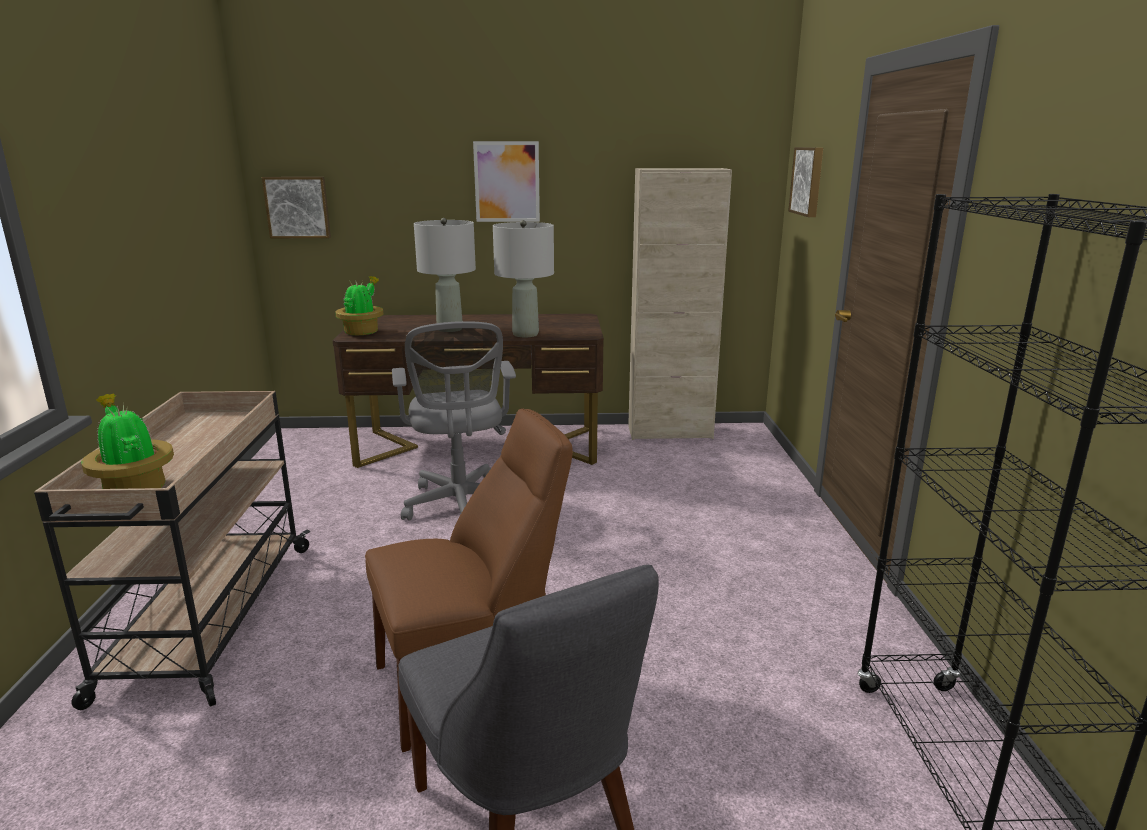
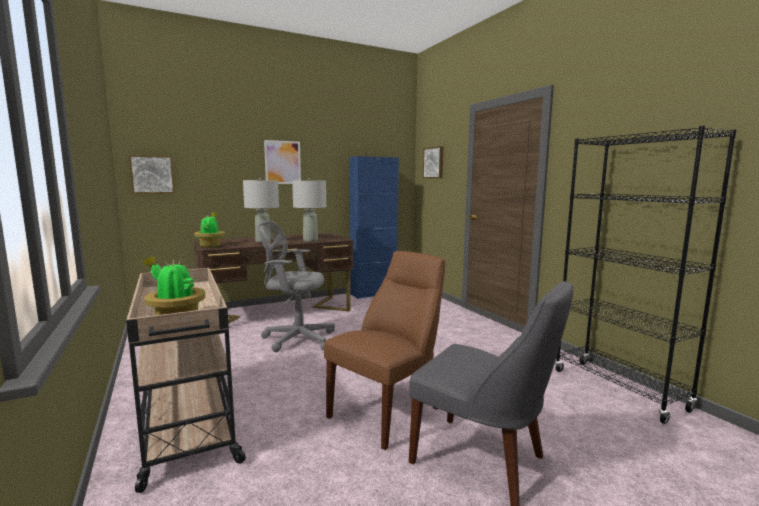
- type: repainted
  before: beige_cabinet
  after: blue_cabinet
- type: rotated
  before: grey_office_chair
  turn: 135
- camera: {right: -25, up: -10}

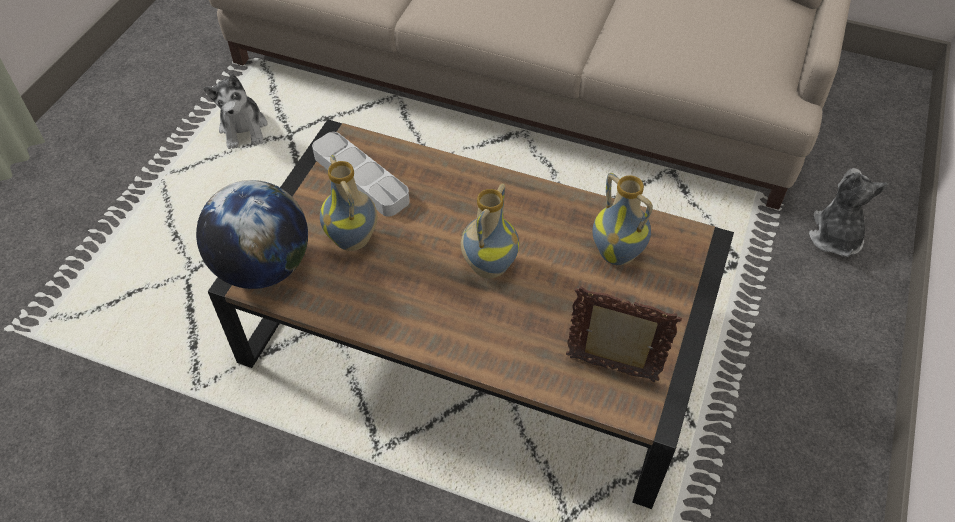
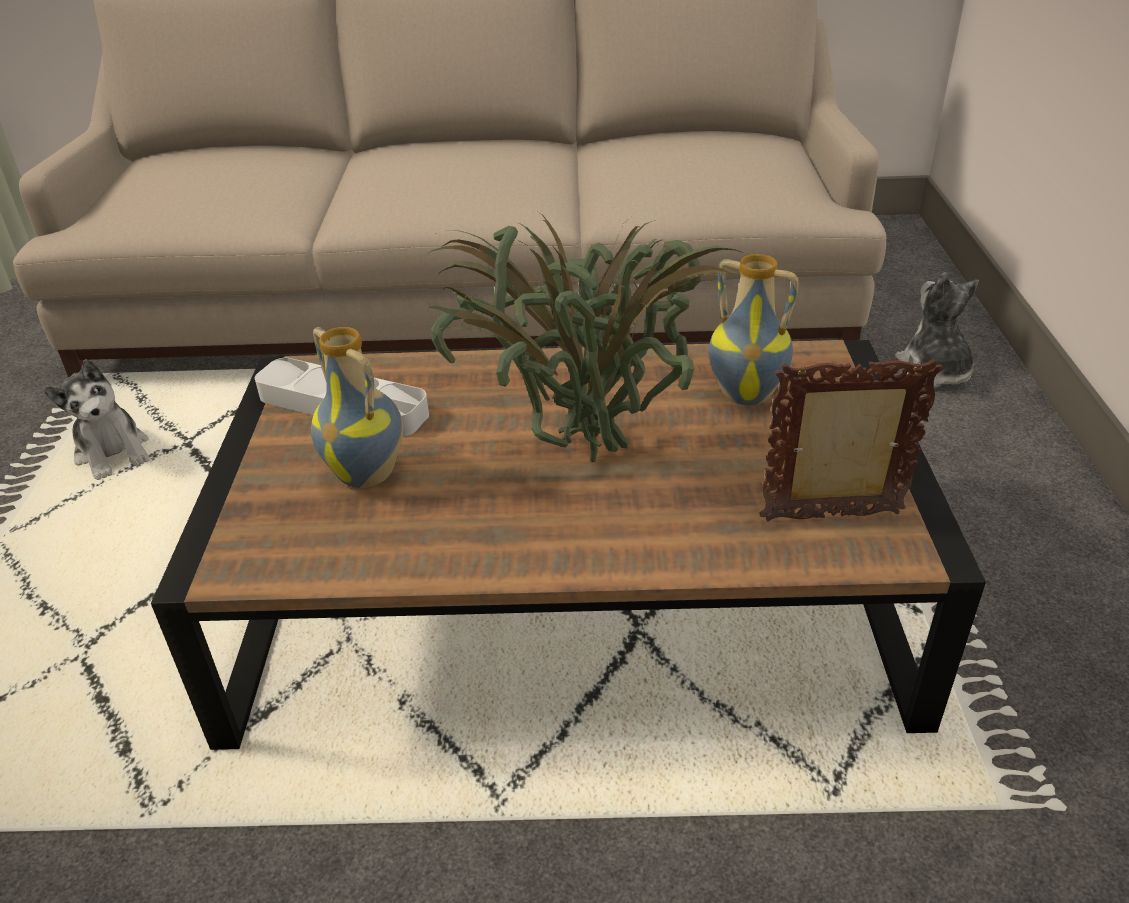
- type: gone
  before: globe
- type: swapped
  before: vase (no. 2 from left)
  after: potted_plant
- camera: {right: -20, up: -15}

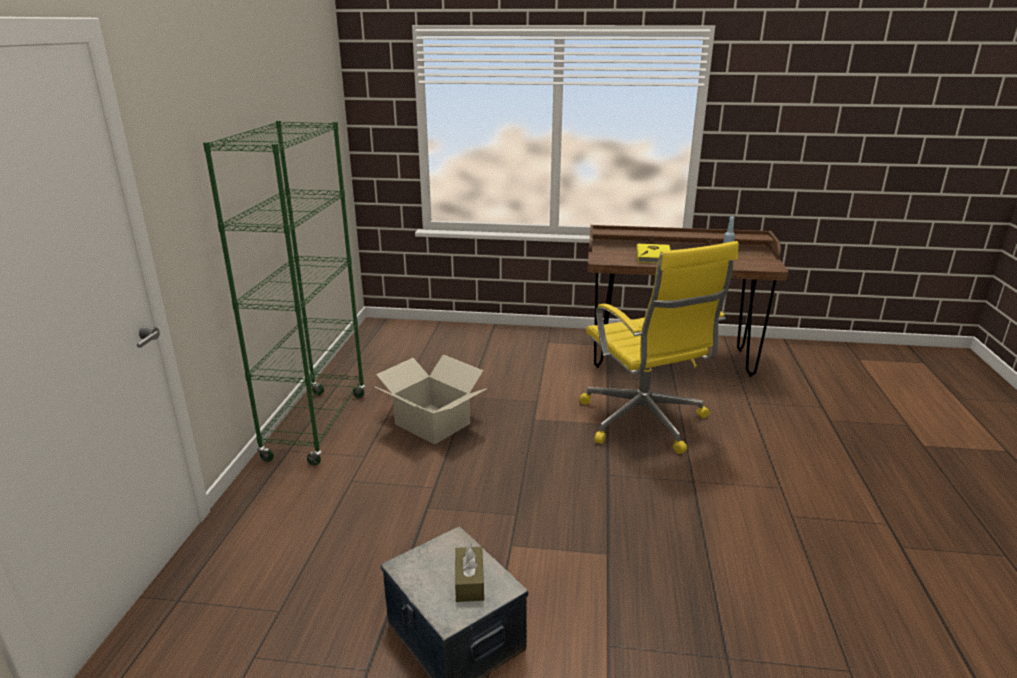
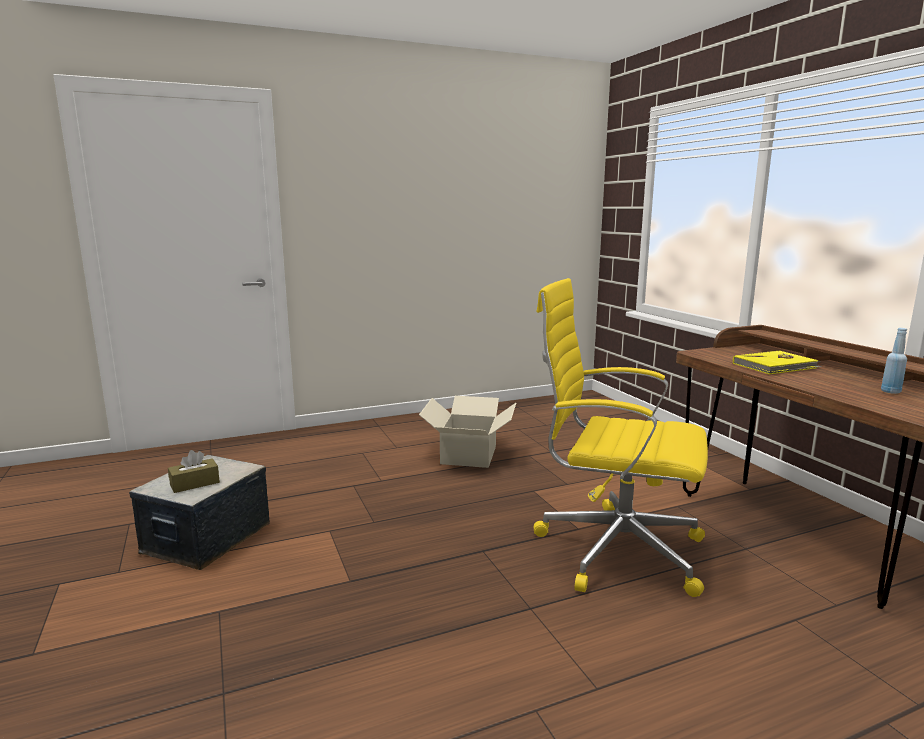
- type: gone
  before: green_bookcase
- type: rotated
  before: yellow_office_chair
  turn: 75
- camera: {right: 60, up: -10}

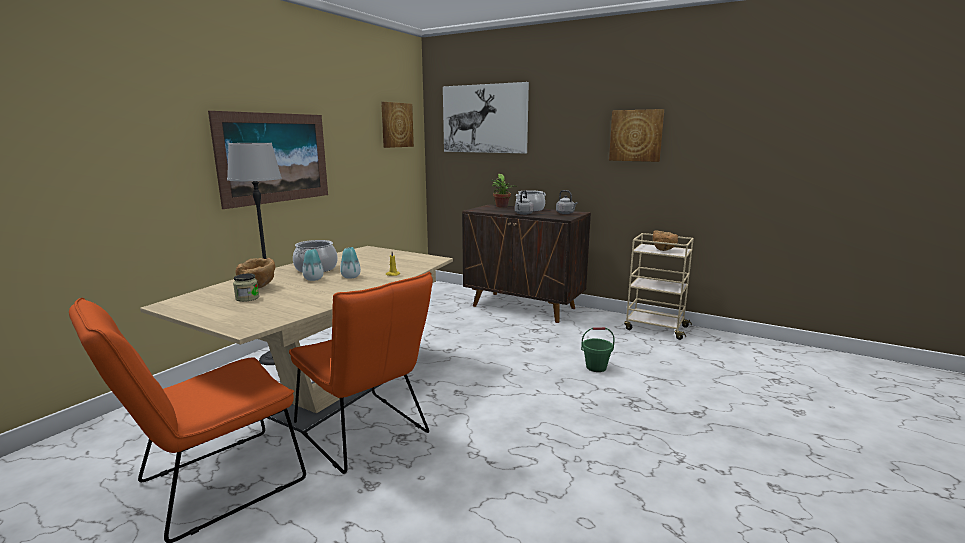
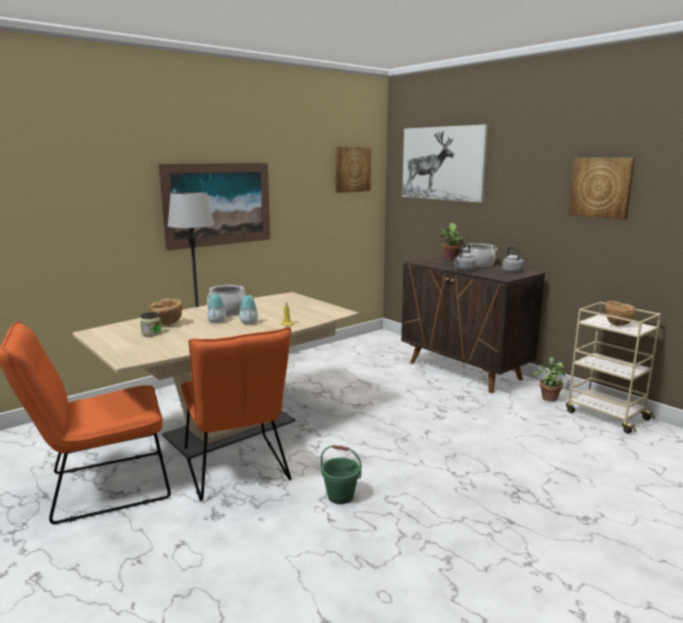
- type: shifted
  before: green_bucket
- type: new
  after: potted_plant (no. 2 from left)
- camera: {right: 20, up: 0}

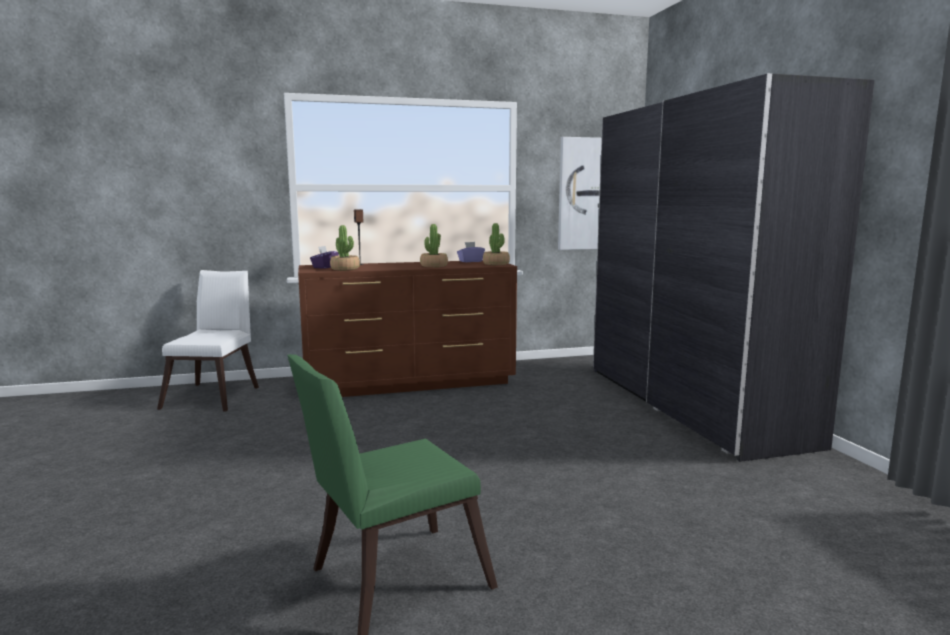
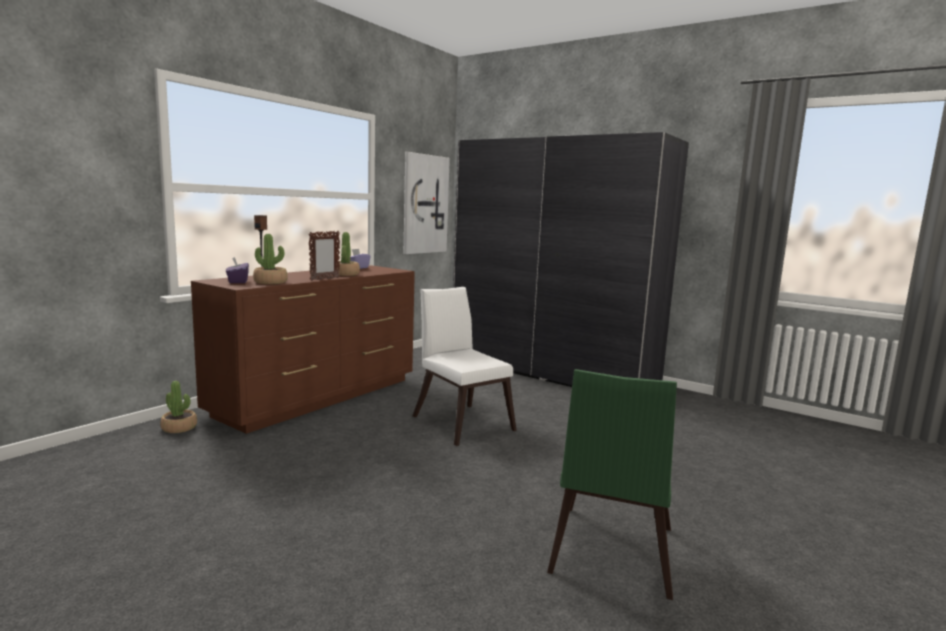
- type: shifted
  before: potted_plant (no. 3 from left in the first image)
  after: potted_plant (no. 1 from left)
- type: shifted
  before: white_chair
- type: new
  after: picture_frame
- camera: {right: -40, up: 0}

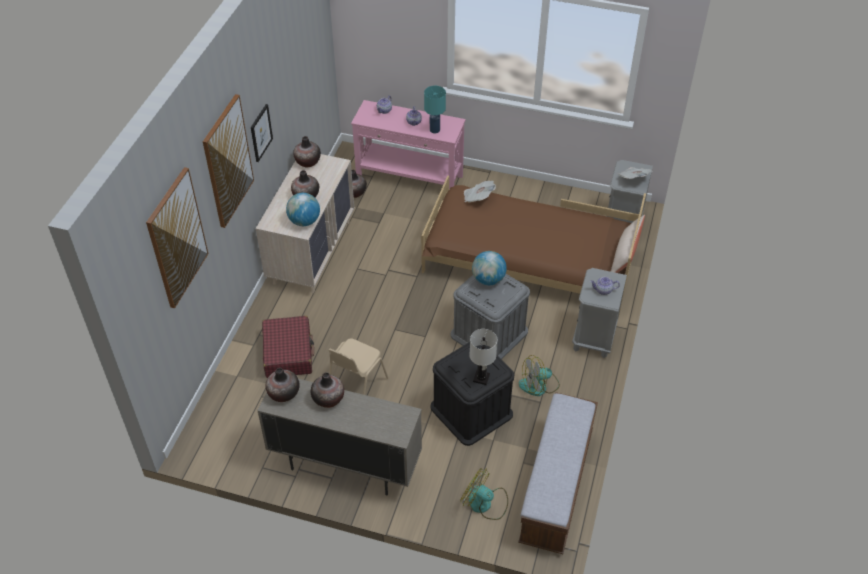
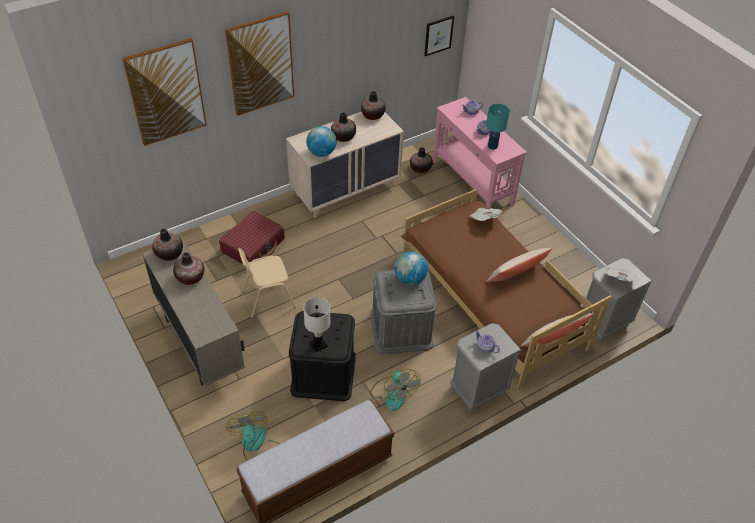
- type: shifted
  before: picture (no. 3 from left)
- type: rotated
  before: fan (no. 2 from left)
  turn: -135
- type: new
  after: beige_pillow (no. 1 from left)
- camera: {right: 40, up: 0}

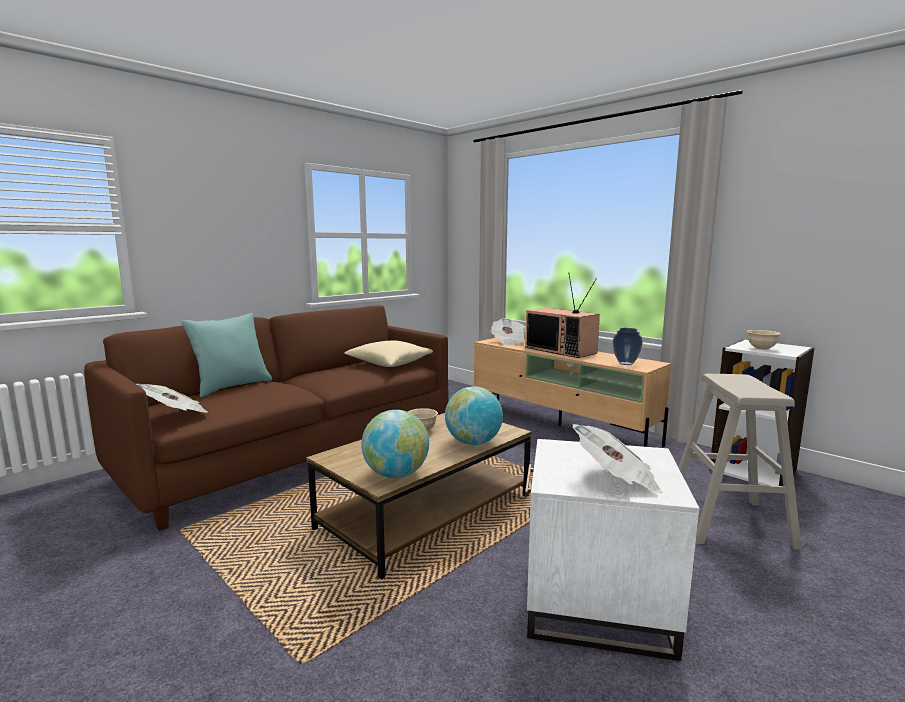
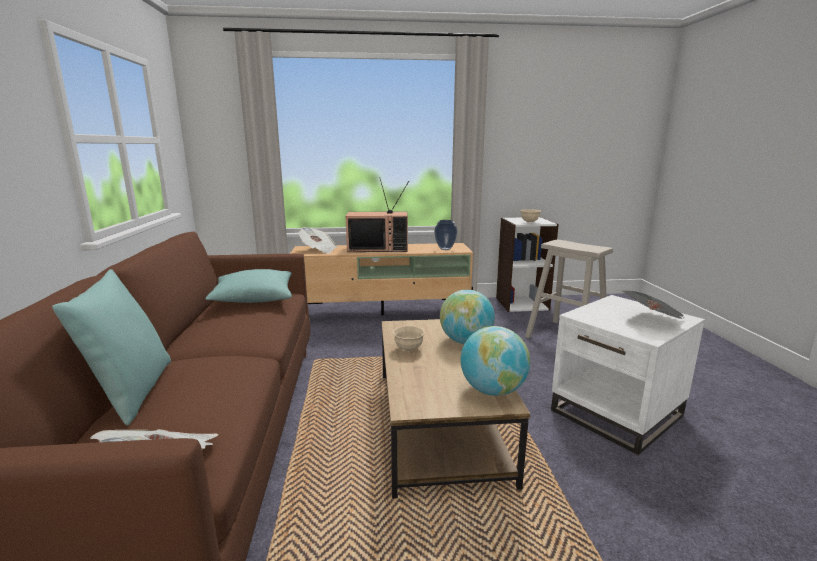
- type: repainted
  before: beige_pillow
  after: turquoise_pillow (no. 2 from left)
- camera: {right: -50, up: 5}

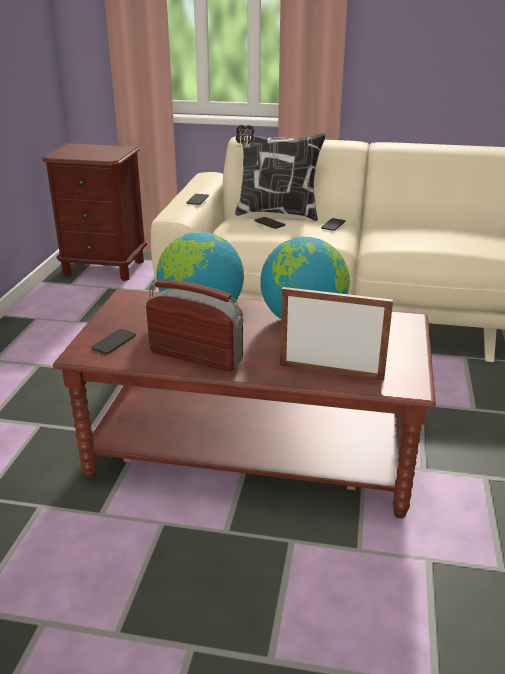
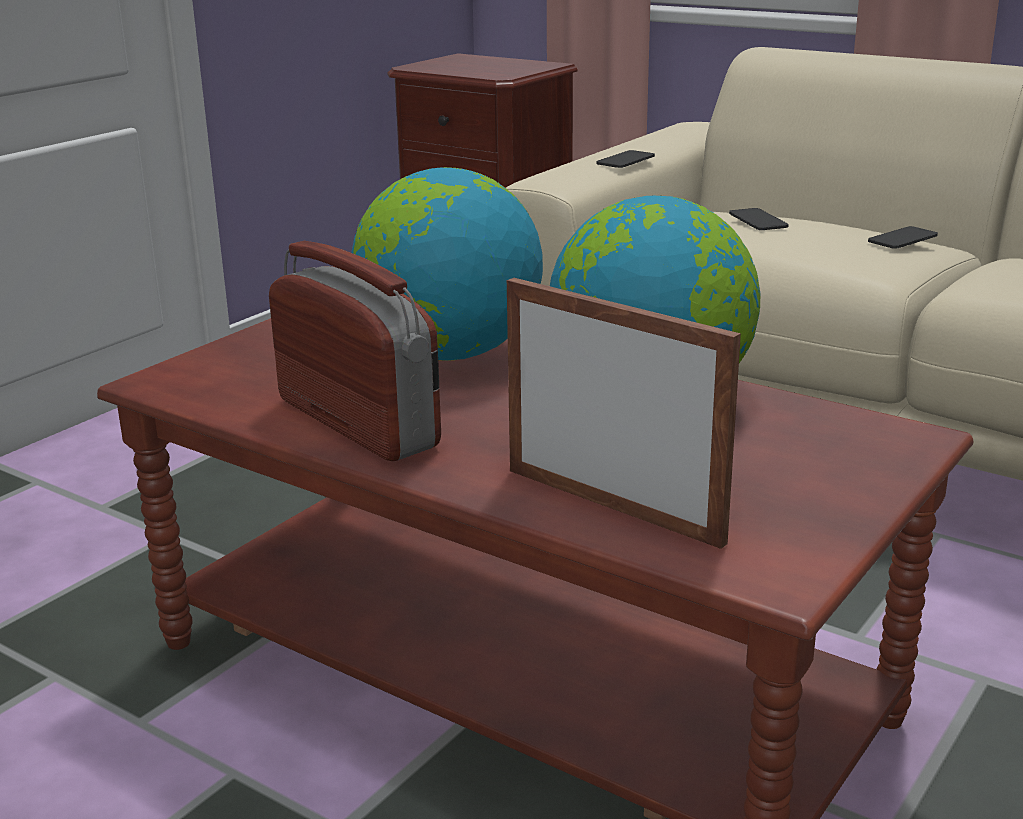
- type: gone
  before: pillow
- type: gone
  before: phone (no. 1 from left)
- camera: {right: 25, up: -5}

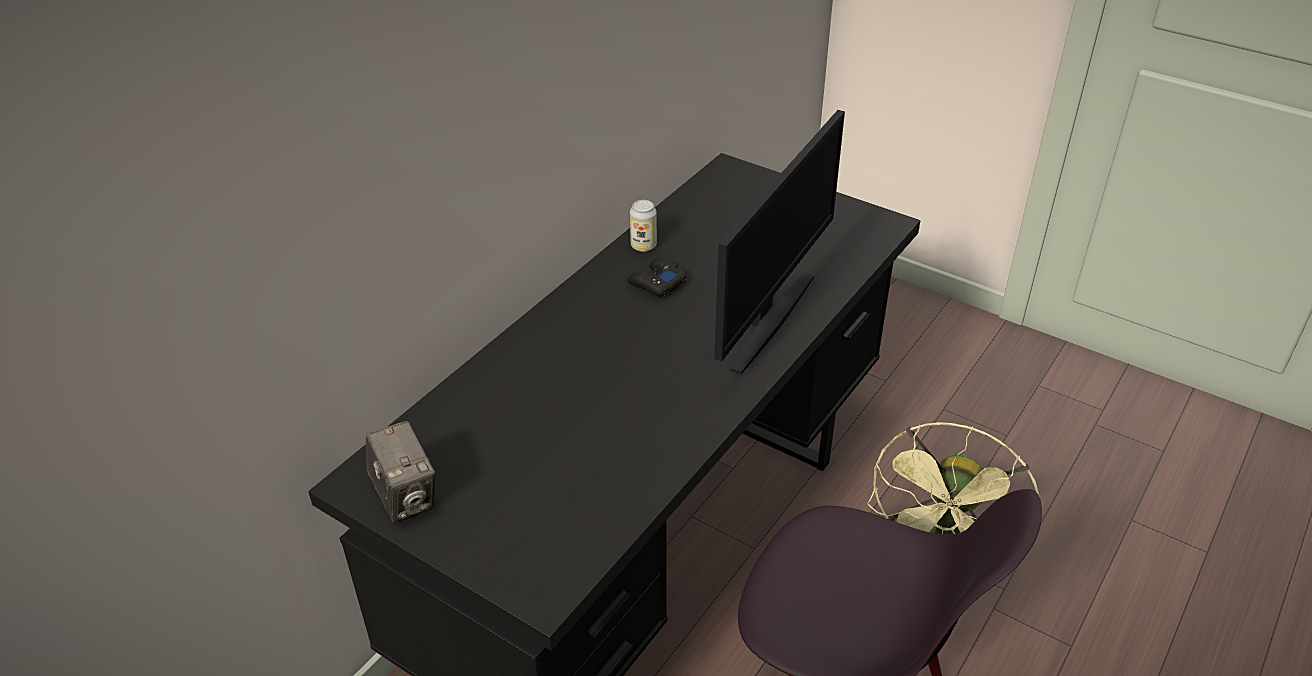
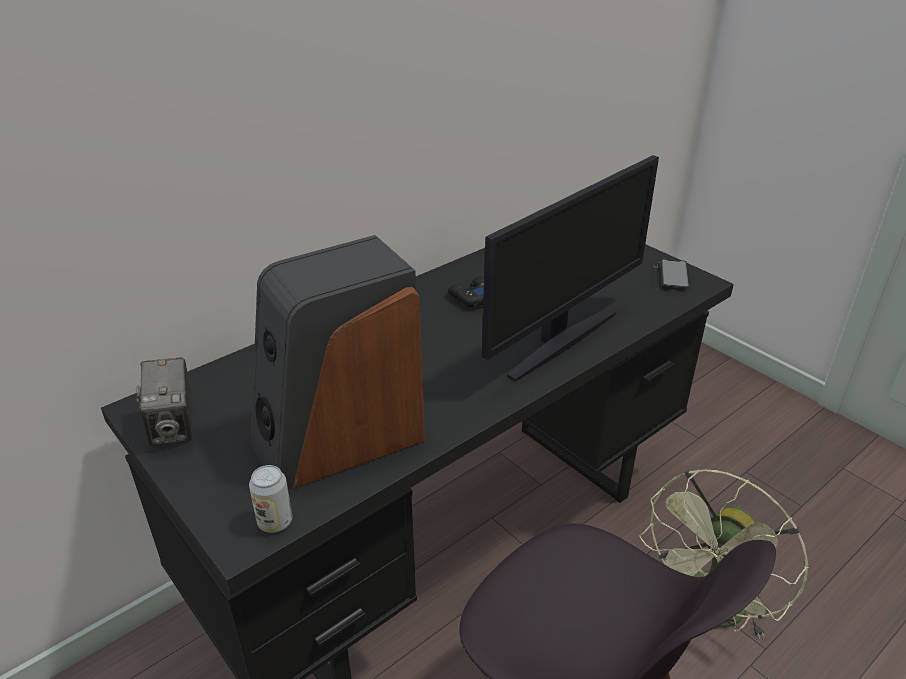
- type: shifted
  before: can
- type: new
  after: speaker
- type: new
  after: phone
- camera: {right: 15, up: -5}

